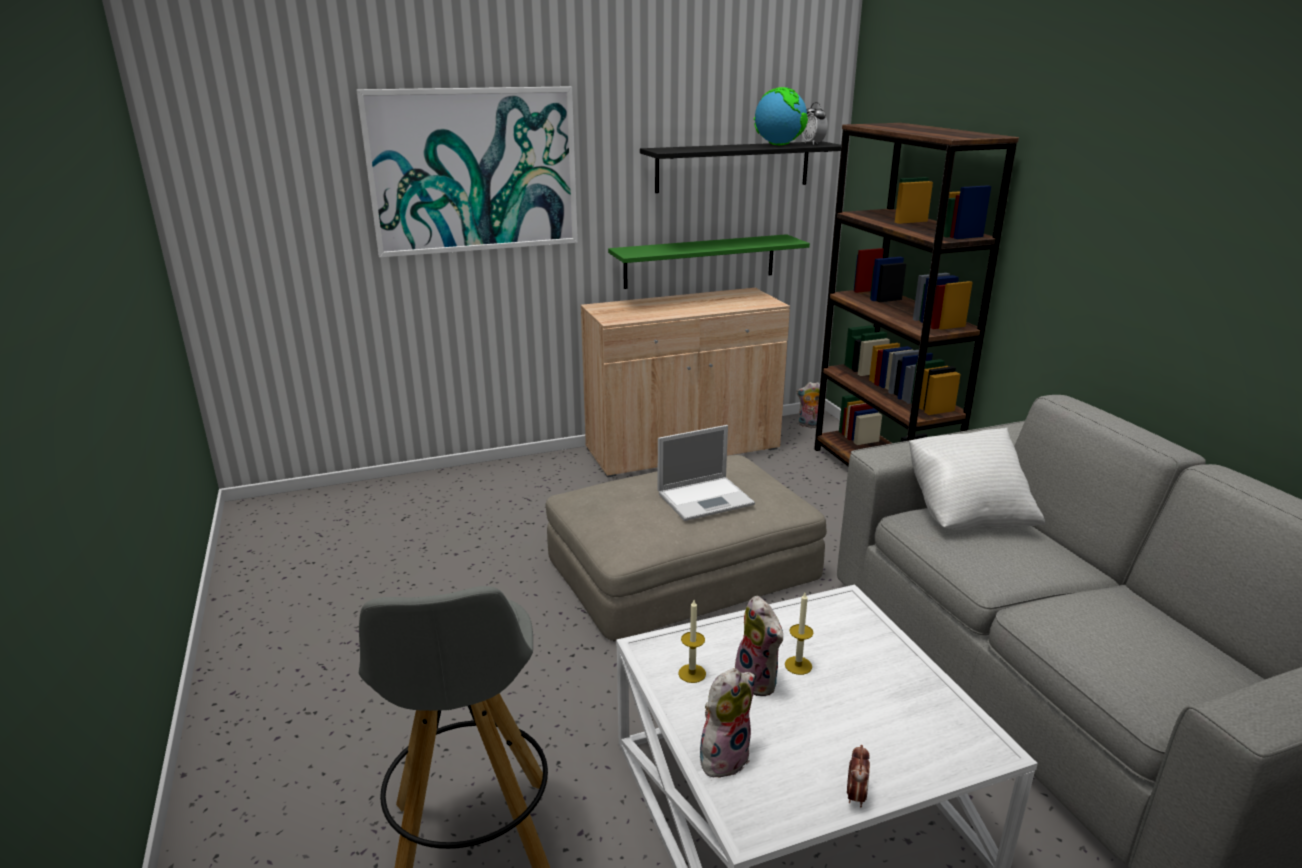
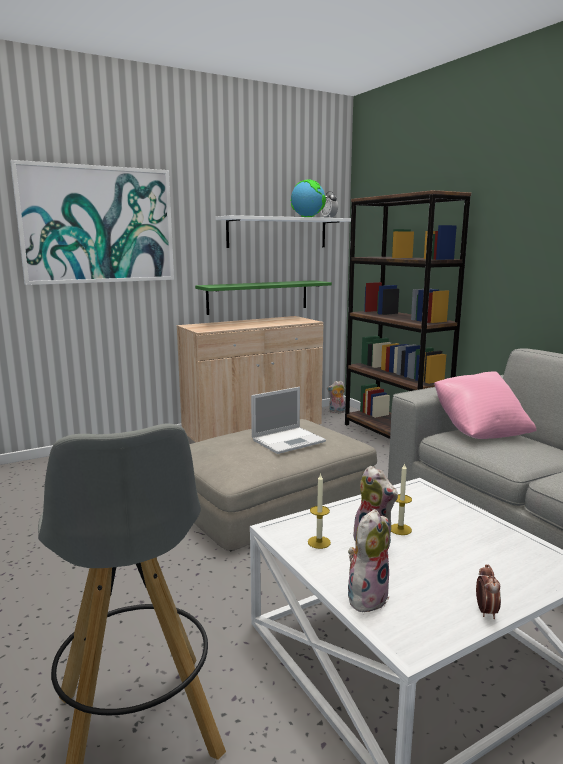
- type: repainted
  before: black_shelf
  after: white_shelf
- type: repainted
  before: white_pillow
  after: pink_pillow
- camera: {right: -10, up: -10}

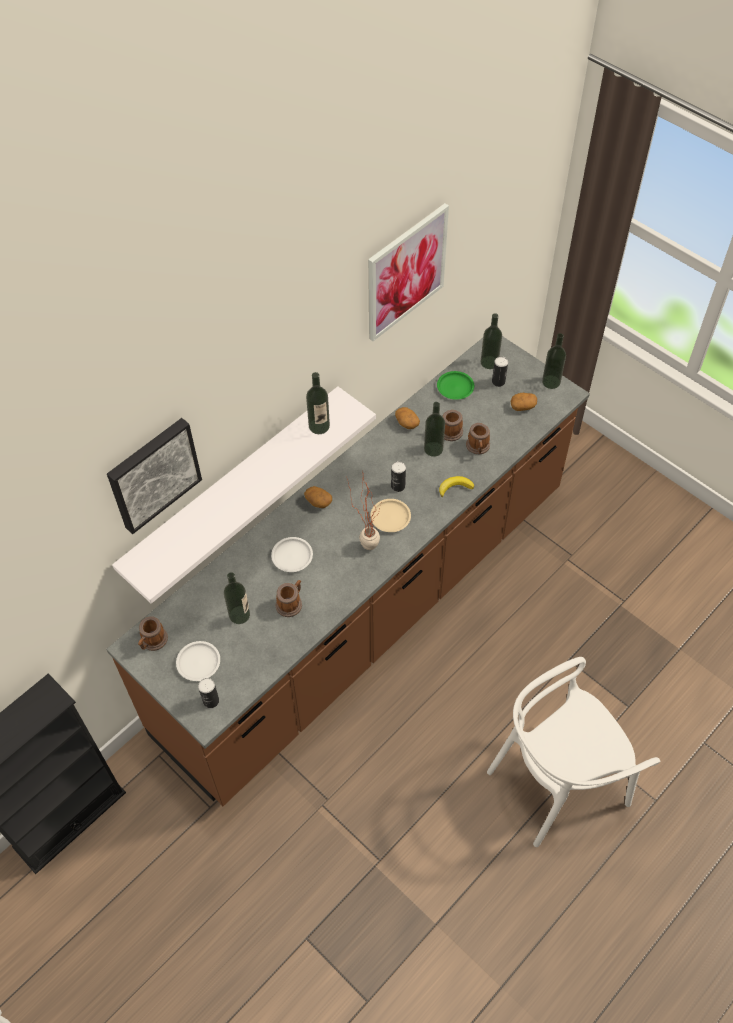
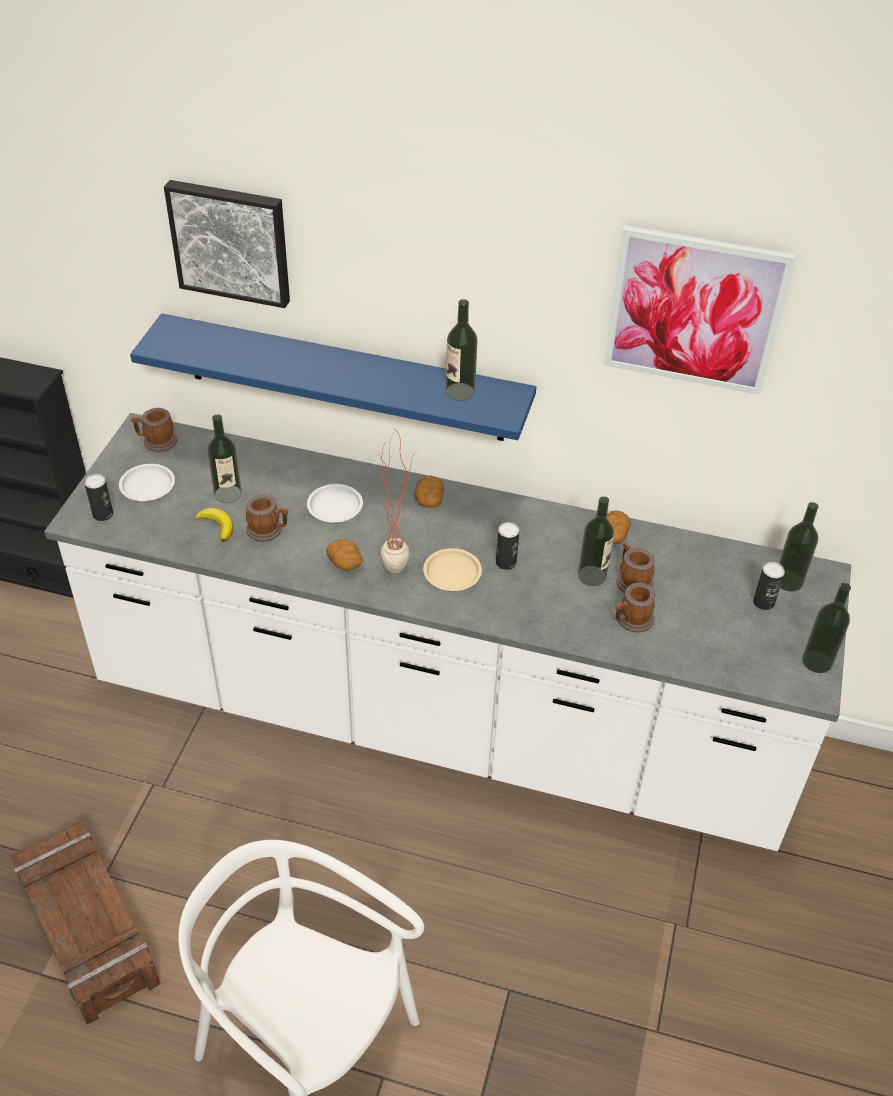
- type: repainted
  before: brown_counter
  after: white_counter
- type: gone
  before: green_plate
- type: repainted
  before: white_shelf
  after: blue_shelf
- type: shifted
  before: potato (no. 3 from left in the first image)
  after: potato (no. 1 from left)
- type: shifted
  before: banana
- type: new
  after: crate
- camera: {right: 60, up: -10}

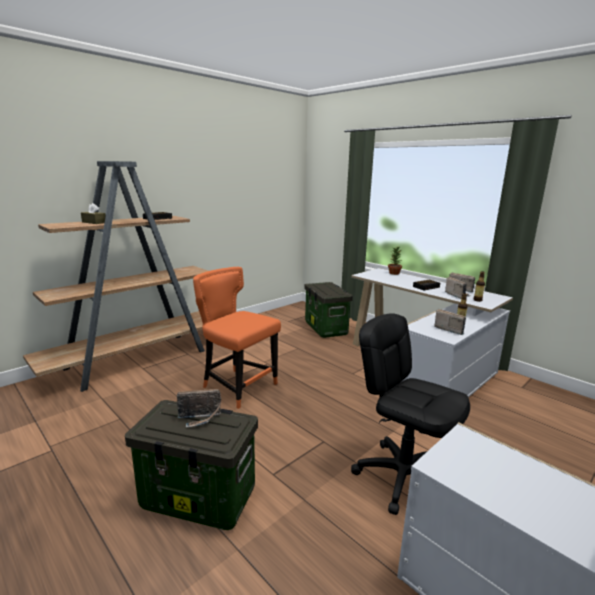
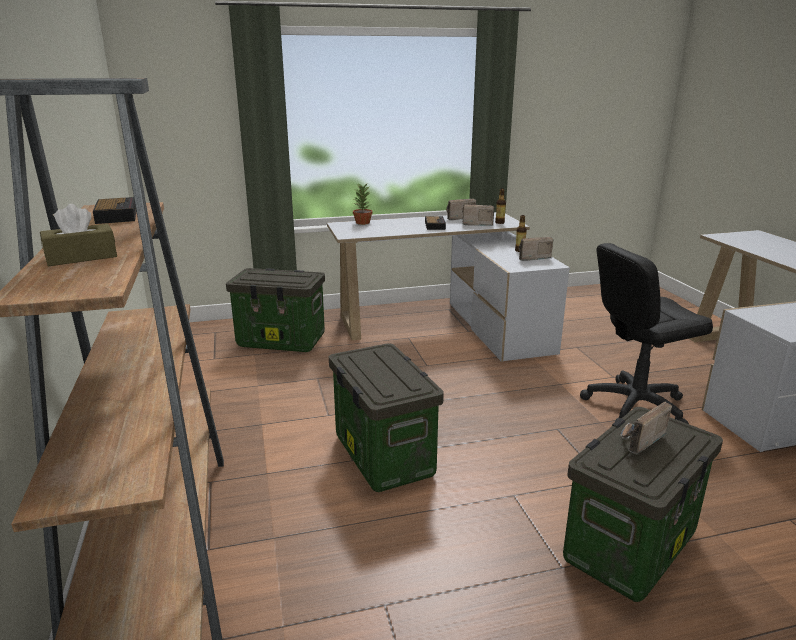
- type: swapped
  before: orange_chair
  after: storage_box (no. 2 from left)
- type: rotated
  before: radio (no. 1 from left in the first image)
  turn: -150
- camera: {right: -60, up: 5}

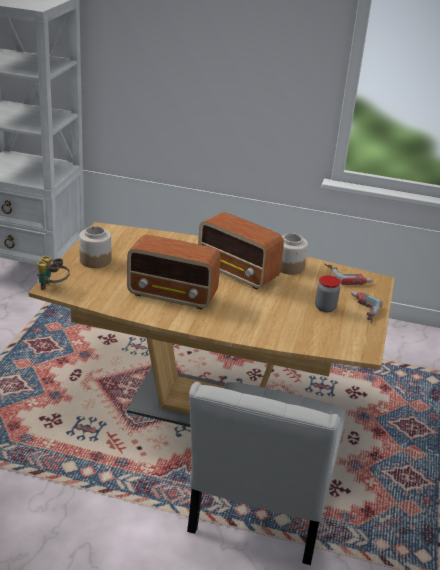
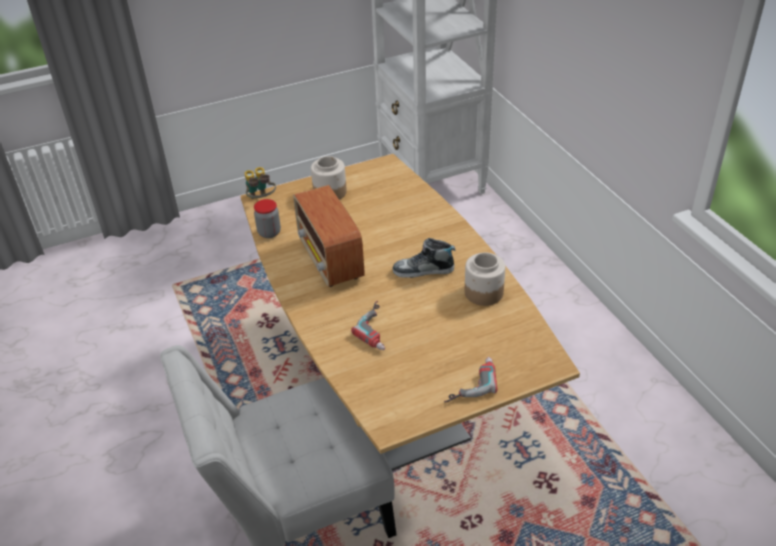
- type: swapped
  before: radio (no. 2 from left)
  after: shoe
- type: shifted
  before: power_drill (no. 1 from left)
- type: shifted
  before: jar (no. 3 from left in the first image)
  after: jar (no. 1 from left)
- camera: {right: 55, up: 10}

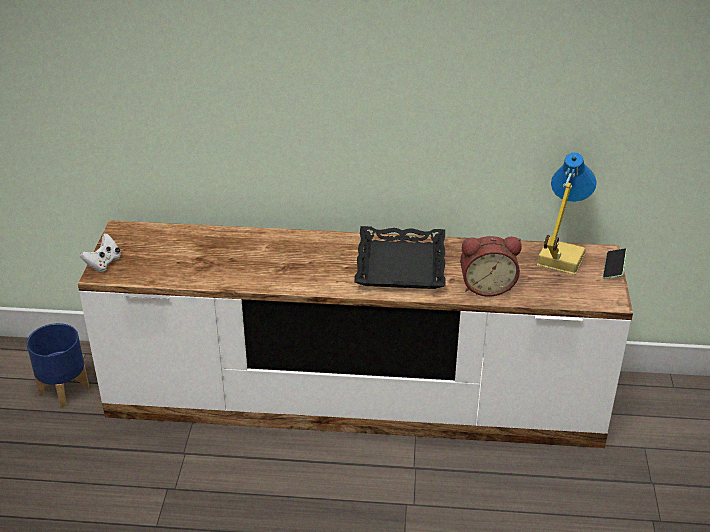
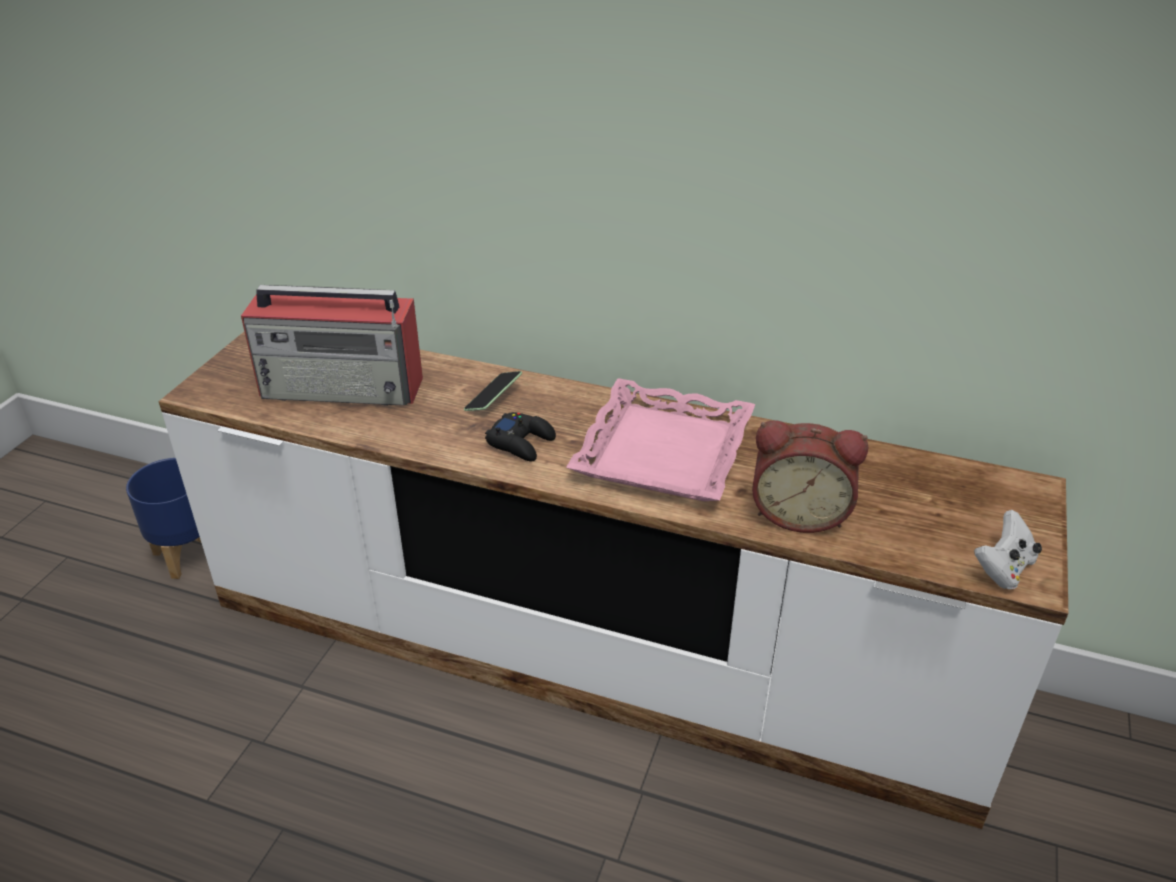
- type: gone
  before: table_lamp
- type: repainted
  before: black_tray
  after: pink_tray
- type: shifted
  before: white_game_controller
- type: shifted
  before: phone
- type: new
  after: radio
- type: new
  after: black_game_controller
- camera: {right: 15, up: 0}

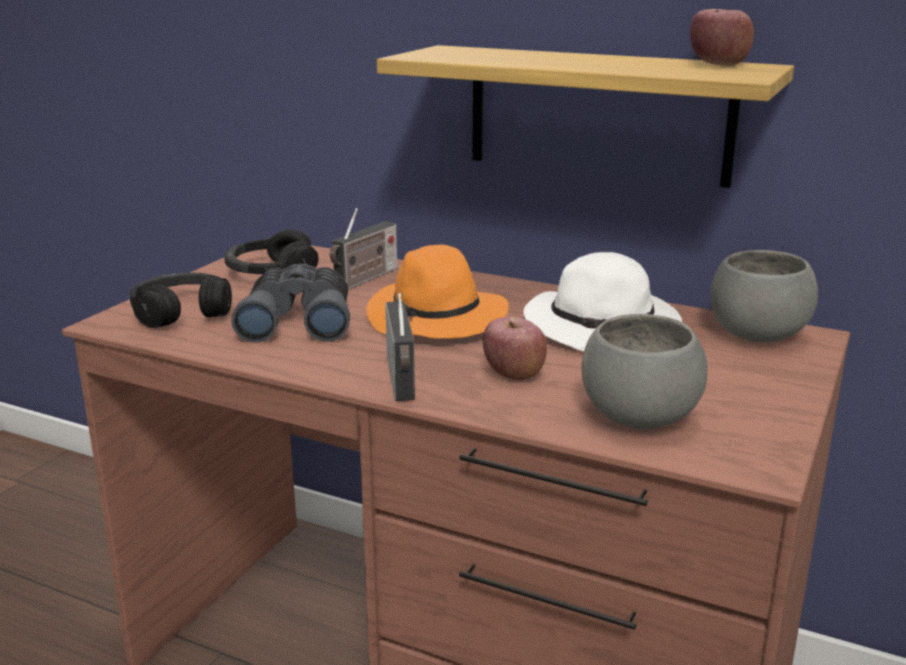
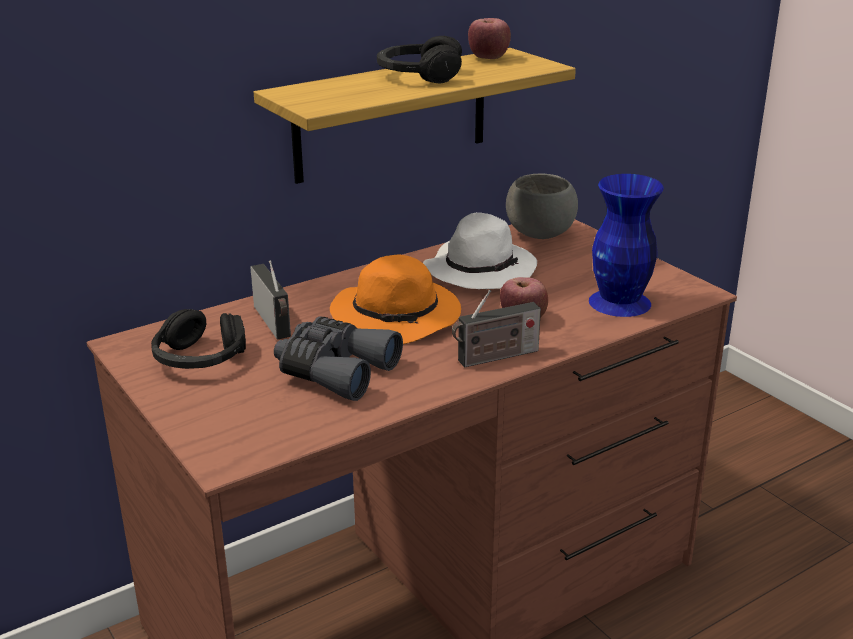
- type: shifted
  before: black_headphones (no. 1 from left in the first image)
  after: black_headphones (no. 2 from left)
- type: rotated
  before: radio (no. 2 from left)
  turn: 135
- type: swapped
  before: grey_bowl (no. 1 from left)
  after: blue_vase
- camera: {right: -60, up: 5}

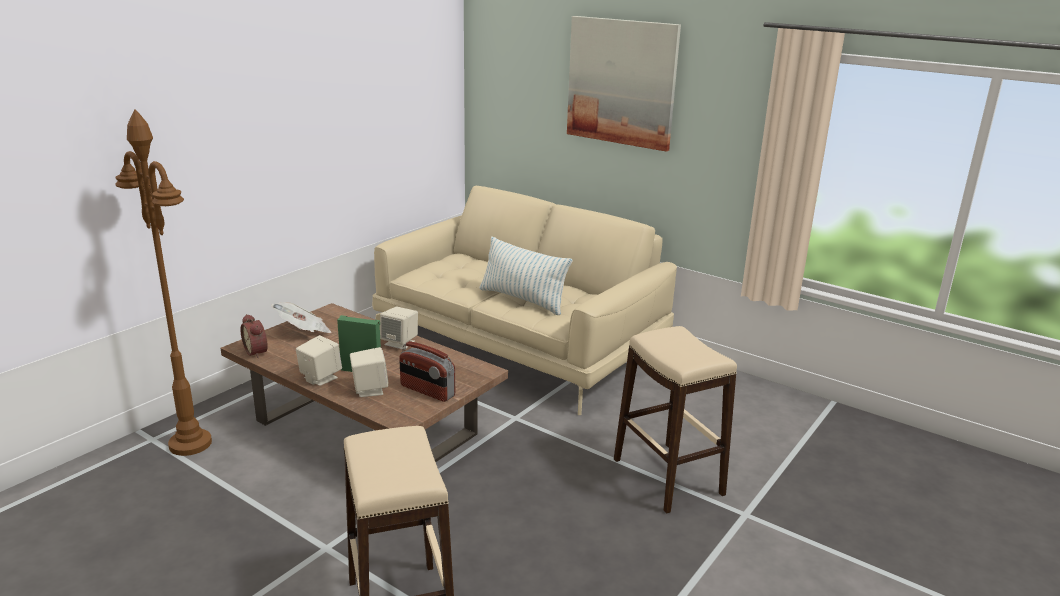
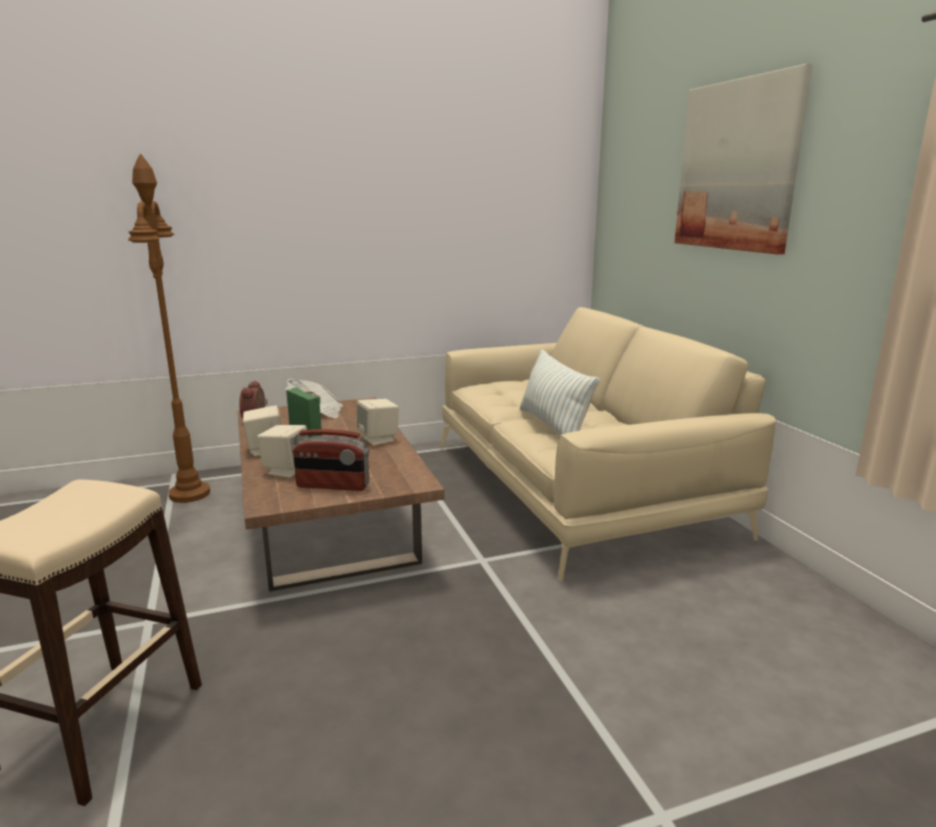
- type: gone
  before: beige_stool (no. 2 from left)
- type: rotated
  before: radio
  turn: -60
- camera: {right: 35, up: -5}

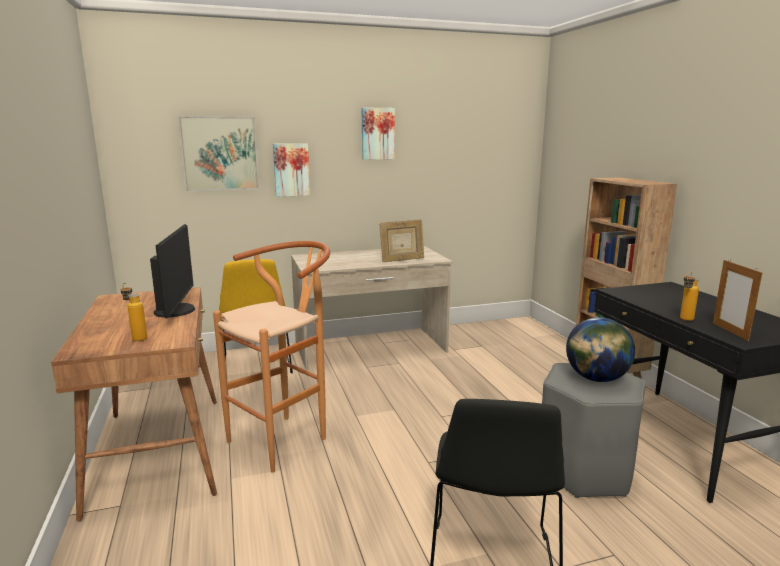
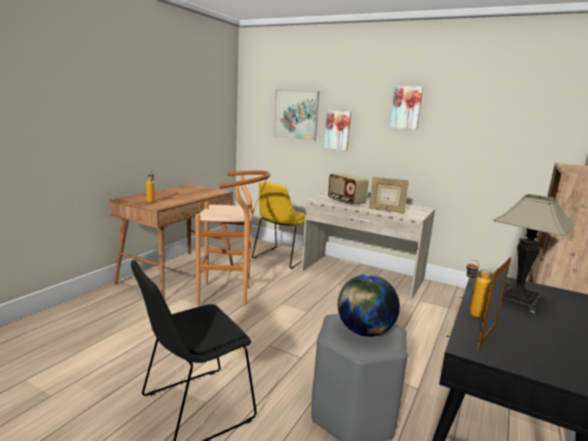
- type: gone
  before: monitor
- type: new
  after: radio
- type: new
  after: table_lamp
- camera: {right: 45, up: 0}

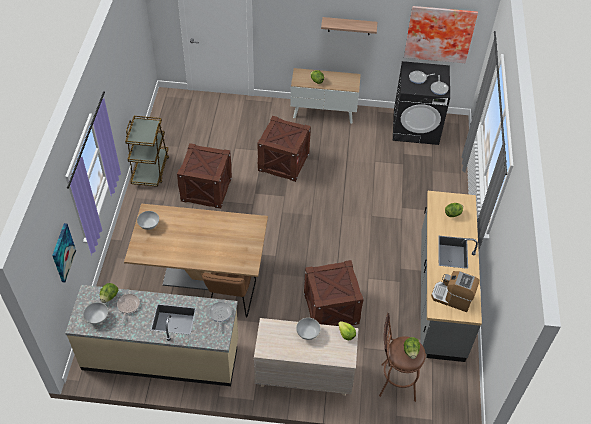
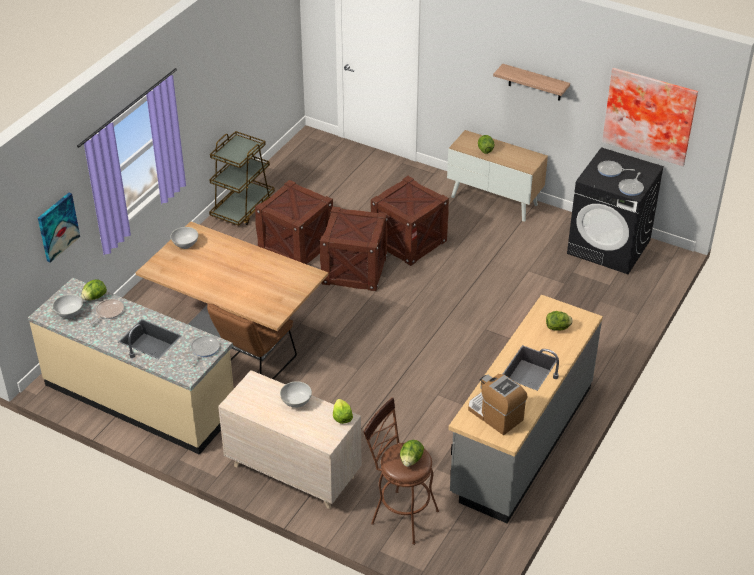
- type: shifted
  before: crate (no. 3 from left in the first image)
  after: crate (no. 2 from left)
- camera: {right: 25, up: -10}

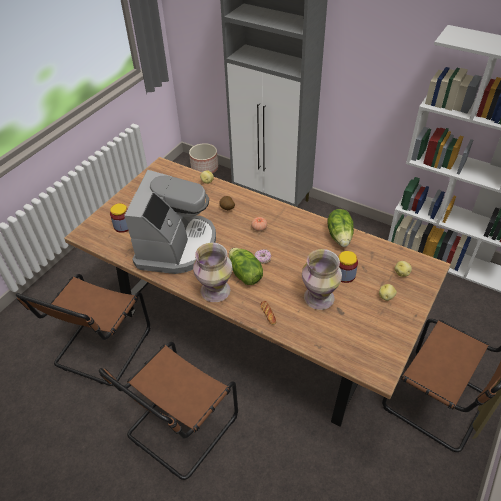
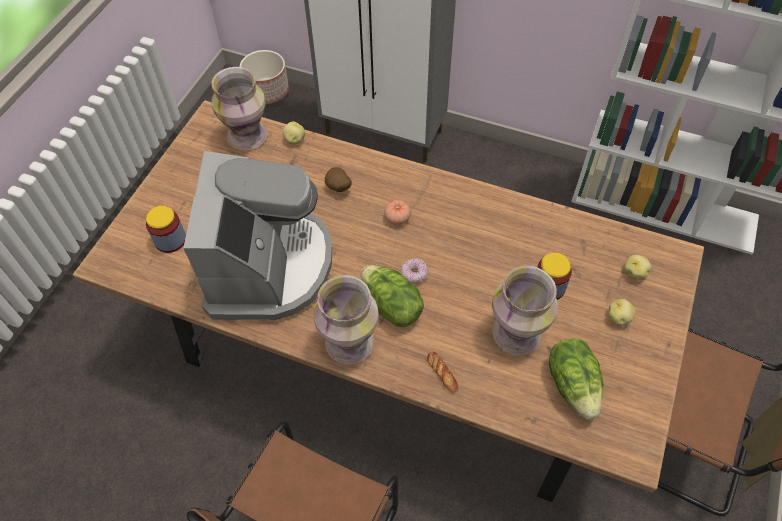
- type: shifted
  before: lettuce (no. 2 from left)
- type: gone
  before: brown_chair (no. 1 from left)
- type: new
  after: vase (no. 1 from left)
- camera: {right: -10, up: 10}

